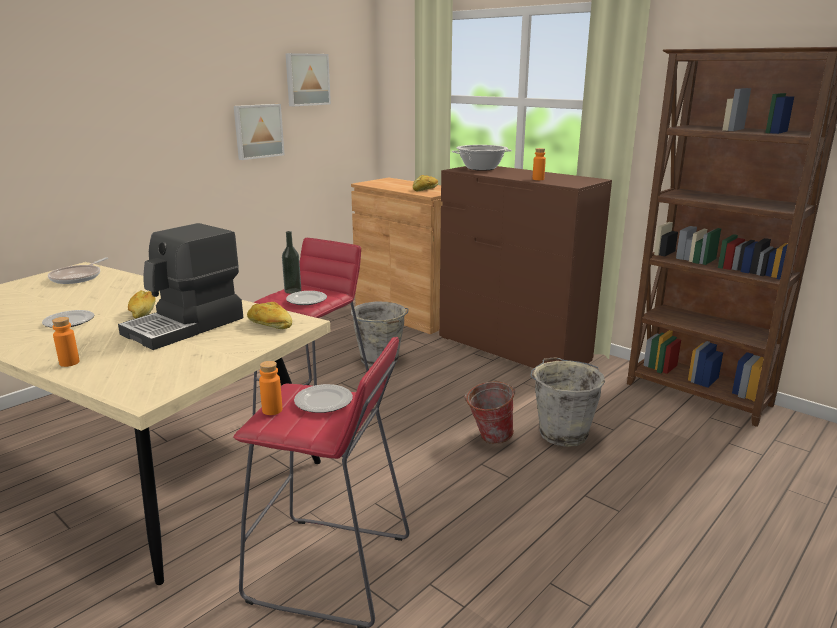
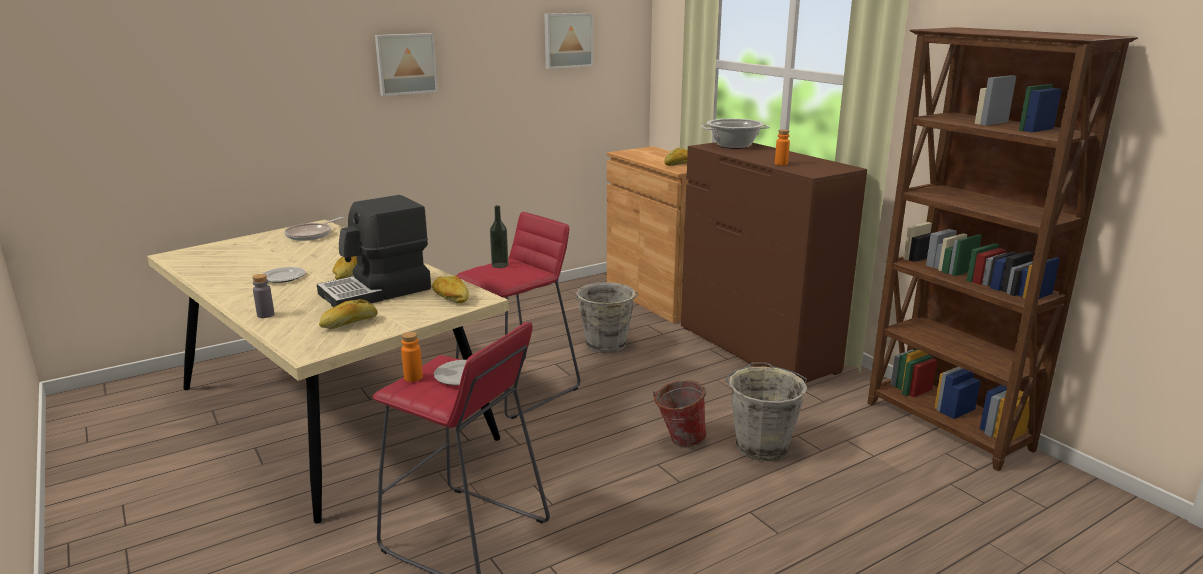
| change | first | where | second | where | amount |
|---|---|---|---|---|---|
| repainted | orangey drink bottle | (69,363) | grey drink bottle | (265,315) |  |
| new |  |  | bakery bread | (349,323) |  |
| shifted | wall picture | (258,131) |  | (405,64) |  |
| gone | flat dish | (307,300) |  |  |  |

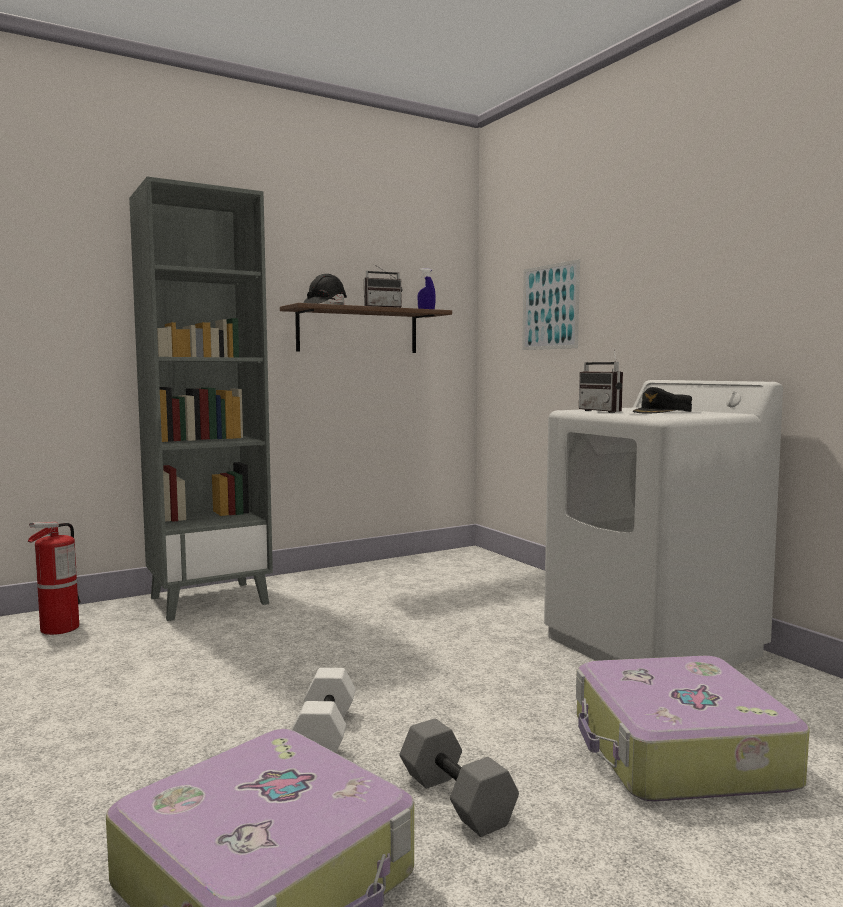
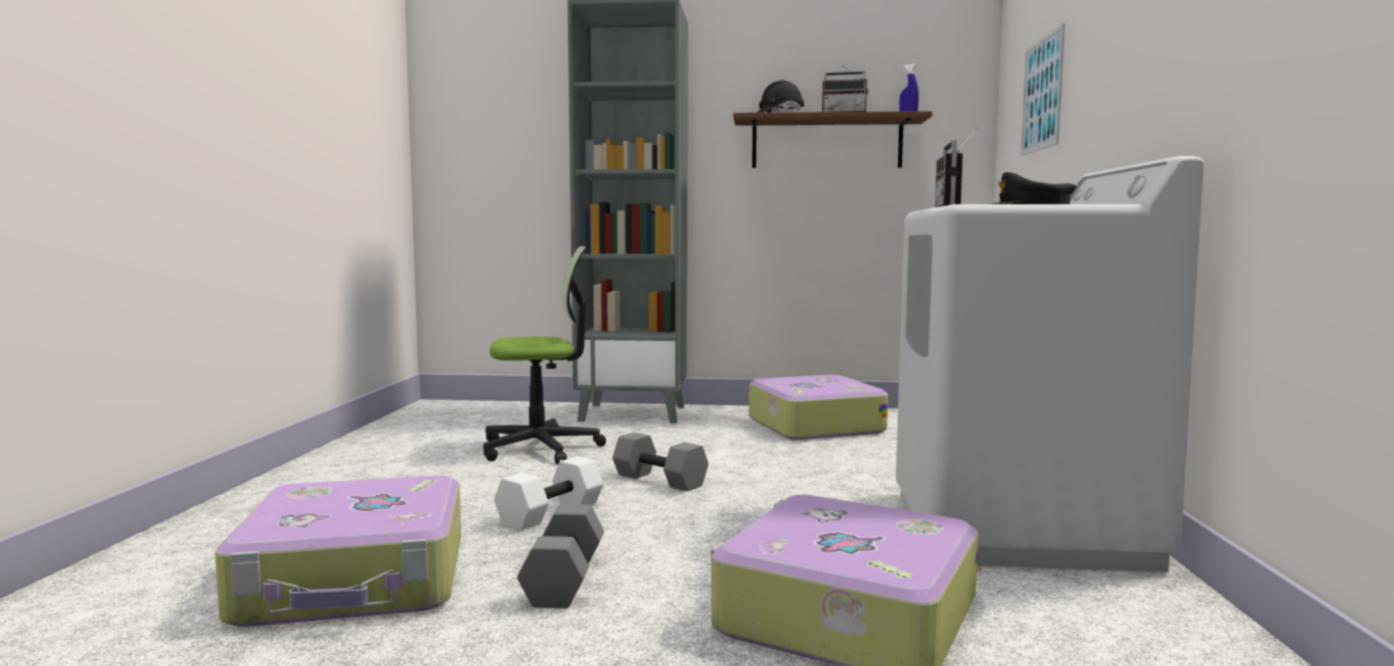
| change | first | where | second | where | amount |
|---|---|---|---|---|---|
| new |  |  | office chair | (541,448) |  |
| new |  |  | grey free weight | (661,480) |  |
| new |  |  | suitcase | (813,425) |  |
| gone | fire extinguisher | (59,628) |  |  |  |

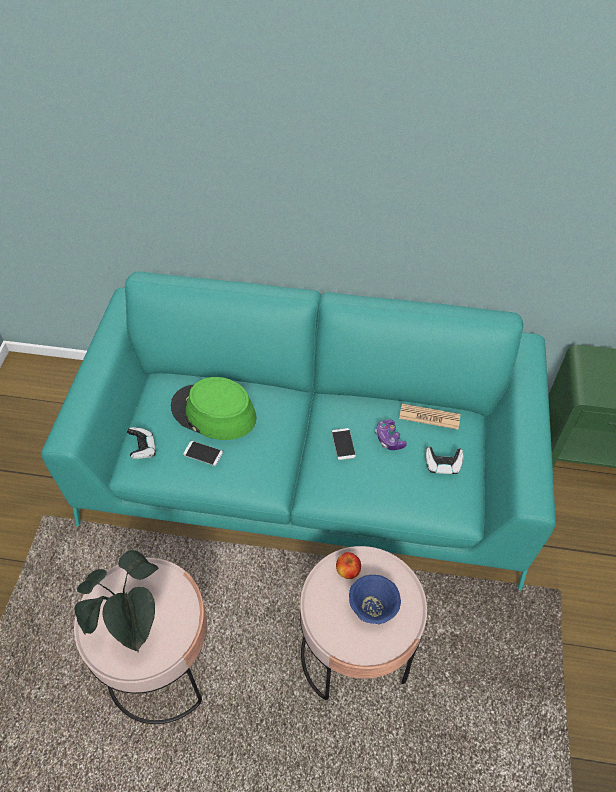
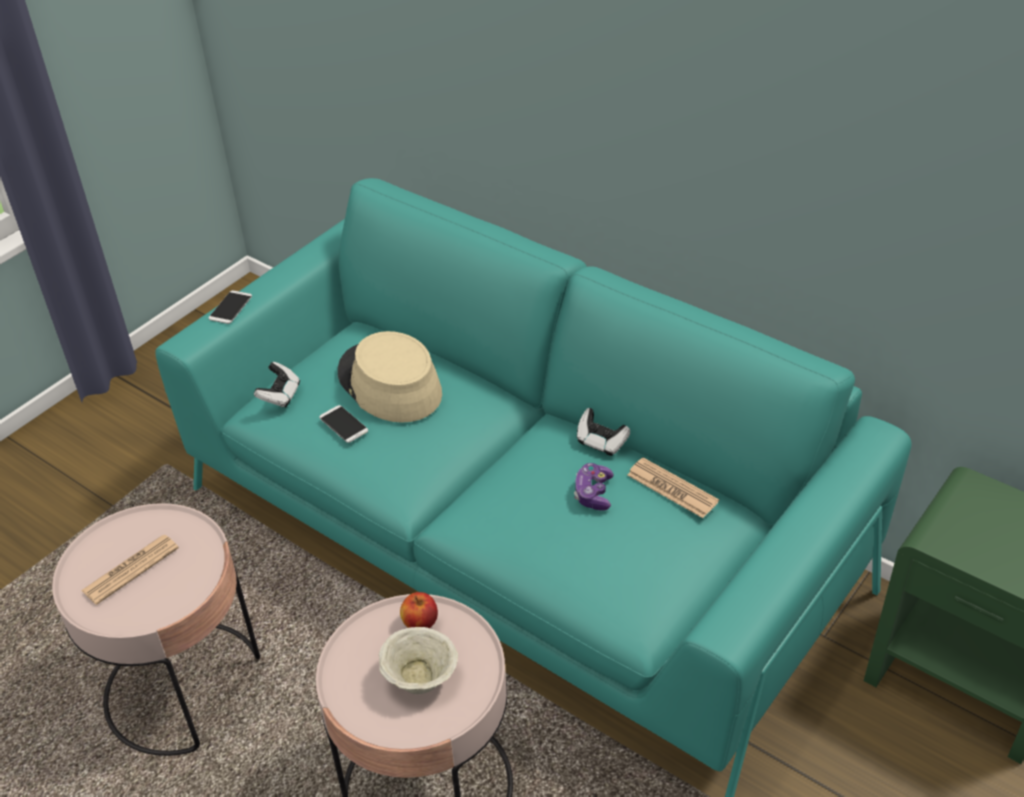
| change | first | where | second | where | amount |
|---|---|---|---|---|---|
| swapped | plant in a pot | (132,622) | newspaper | (131,569) |  |
| shifted | phone | (343,444) |  | (230,308) |  |
| repainted | green hat | (213,413) | beige hat | (389,384) |  |
| repainted | blue deep dish | (372,607) | beige deep dish | (419,678) |  |
| shifted | joypad | (442,465) |  | (602,442) |  |

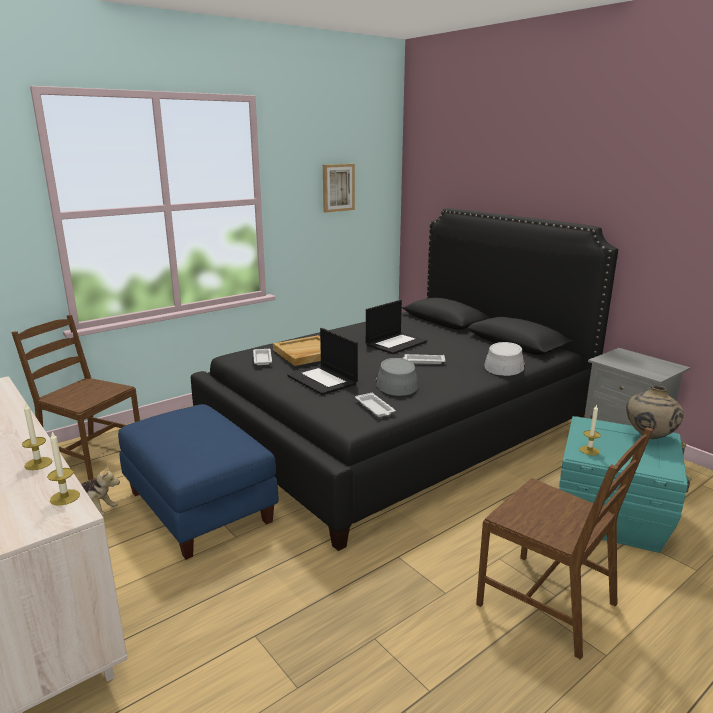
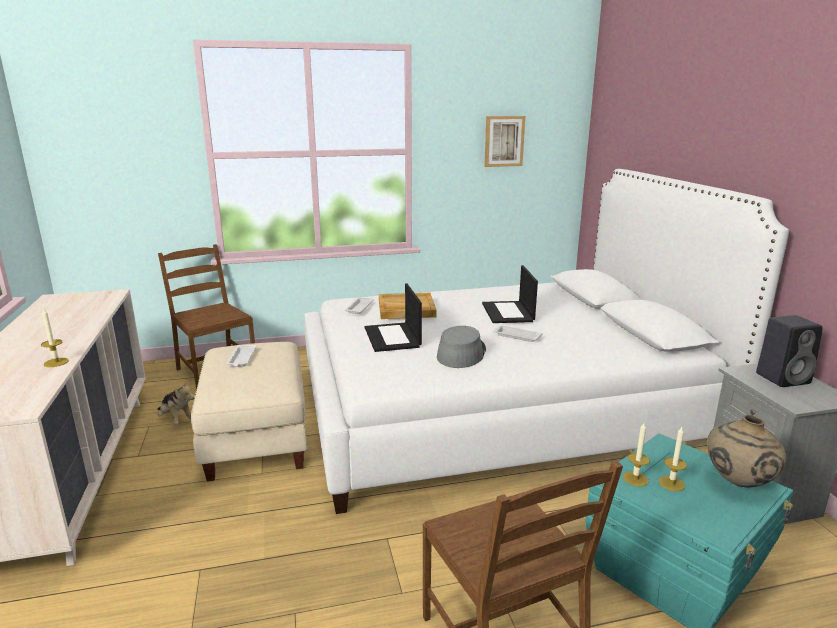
| change | first | where | second | where | amount |
|---|---|---|---|---|---|
| repainted | blue footrest | (201,507) | beige footrest | (258,437) |  |
| shifted | white tray | (375,408) |  | (242,359) |  |
| repainted | black-coloured sleeping bed | (397,430) | white sleeping bed | (497,407) |  |
| rotated | laptop | (396,343) |  | (508,312) | 105 degrees clockwise |
| shifted | wax light | (65,497) |  | (671,483) |  |
| new |  |  | black-coloured audio speaker | (783,378) |  |
| gone | grey hat | (504,365) |  |  |  |

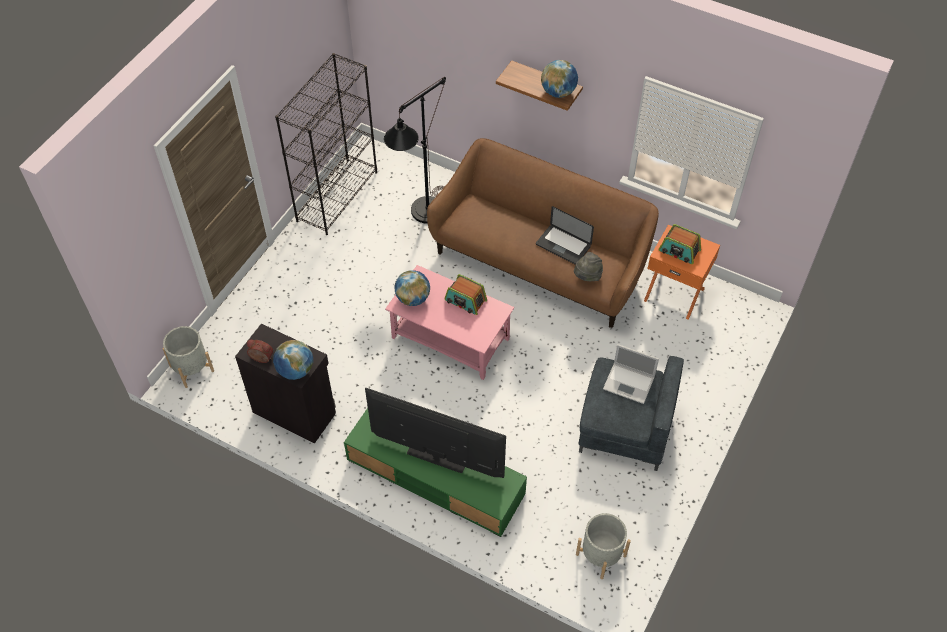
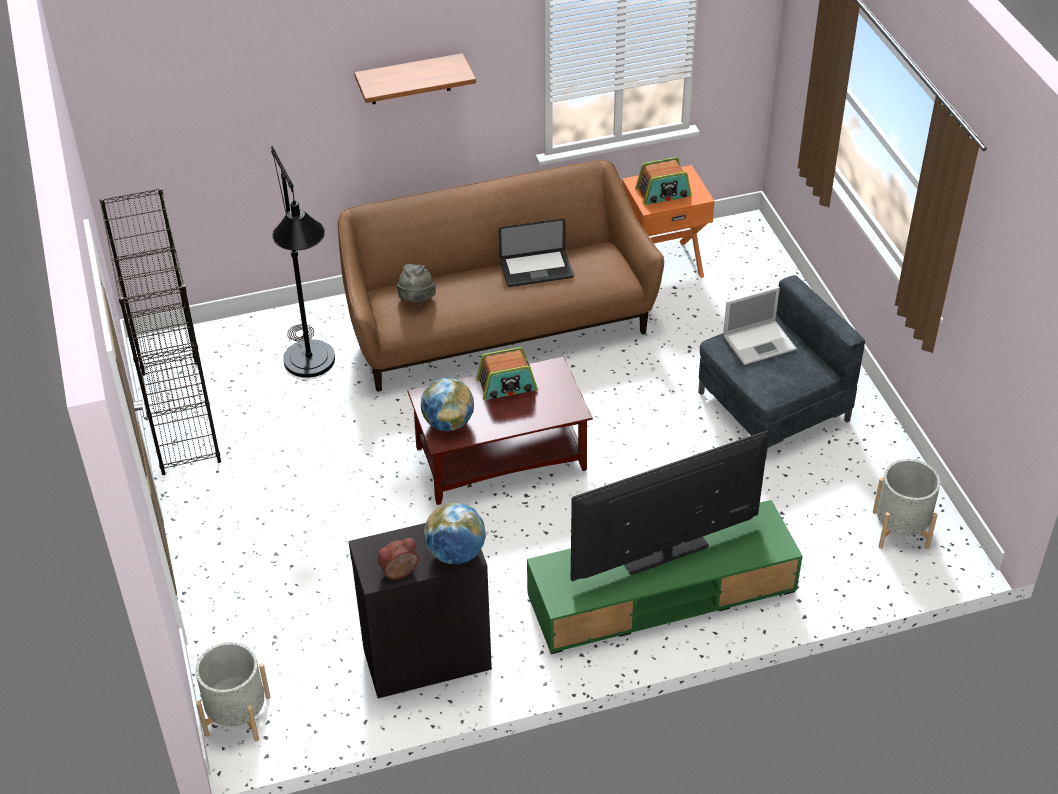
| change | first | where | second | where | amount |
|---|---|---|---|---|---|
| shifted | grey hat | (587,276) |  | (416,300) |  |
| repainted | pink lounge table | (451,338) | brown lounge table | (502,458) |  |
| gone | globe | (558,92) |  |  |  |

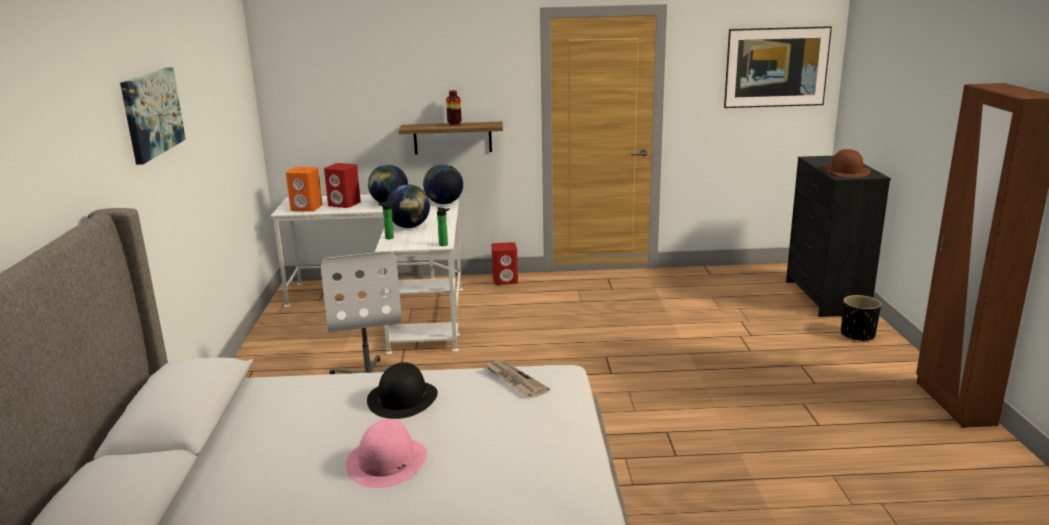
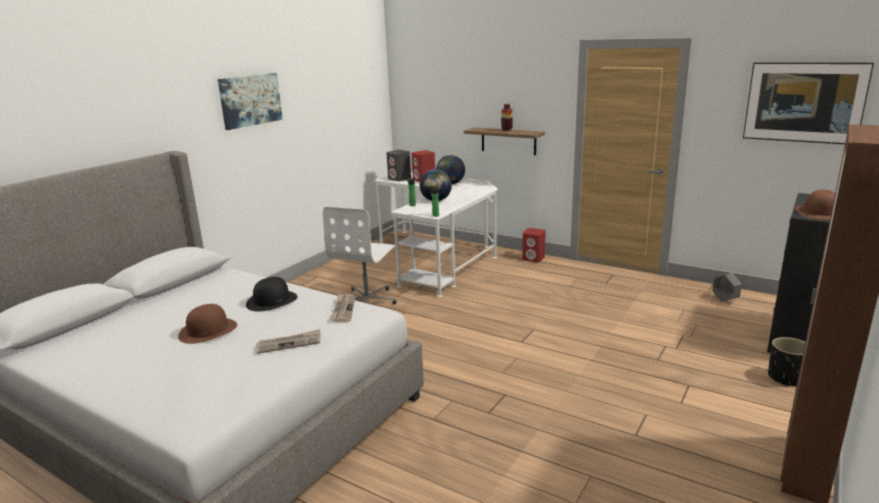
| change | first | where | second | where | amount |
|---|---|---|---|---|---|
| repainted | pink hat | (387,461) | brown hat | (208,330) |  |
| new |  |  | newspaper | (289,343) |  |
| repainted | orangey audio speaker | (307,208) | grey audio speaker | (399,179) |  |
| new |  |  | grey planter | (724,300) |  |
| gone | globe | (444,203) |  |  |  |

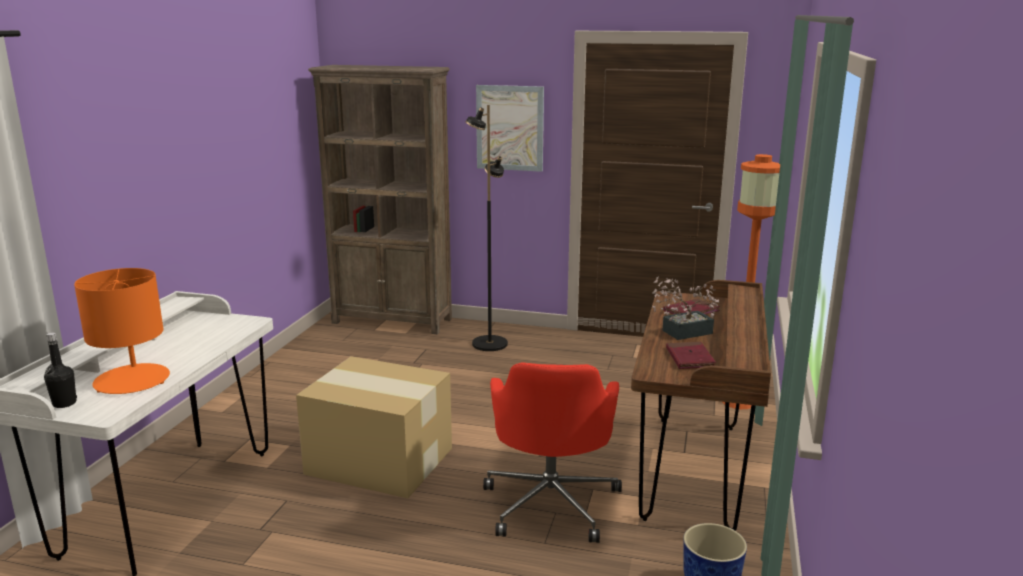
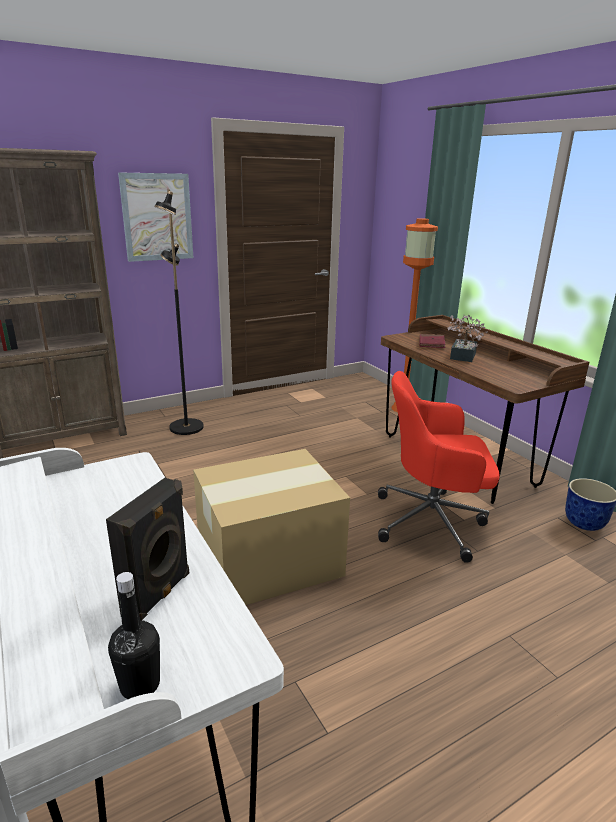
| change | first | where | second | where | amount |
|---|---|---|---|---|---|
| swapped | orangey table lamp | (132,380) | black-coloured audio speaker | (159,595) |  |
| rotated | reddish office chair | (551,502) |  | (432,521) | 135 degrees clockwise |
| gone | reddish volume | (690,358) |  |  |  |

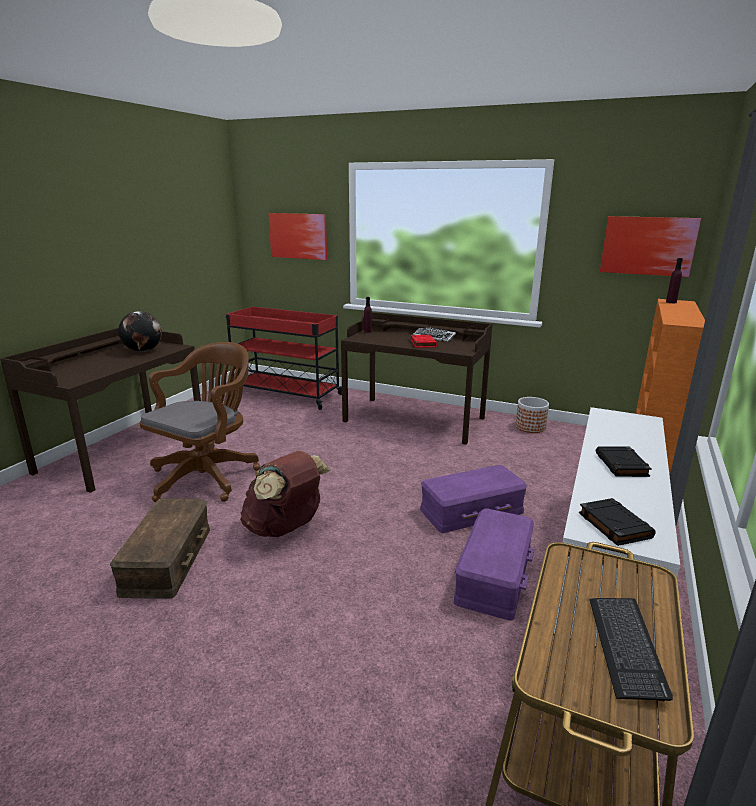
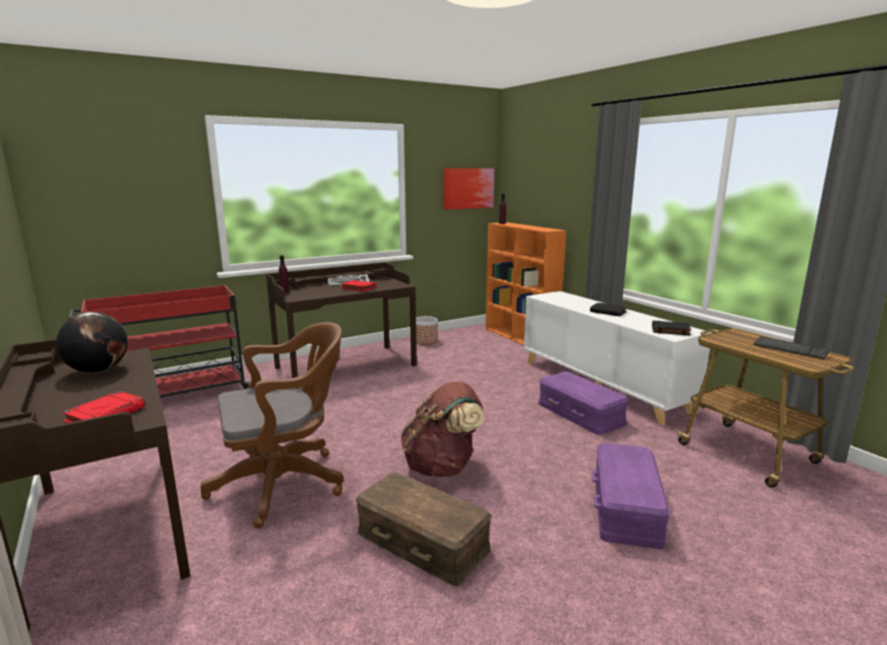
| change | first | where | second | where | amount |
|---|---|---|---|---|---|
| new |  |  | reddish volume | (106,414) |  |
| rotated | brown office chair | (208,476) |  | (285,483) | 90 degrees clockwise |
| shifted | purple storage container | (471,510) |  | (624,507) |  |
| gone | wall picture | (298,236) |  |  |  |

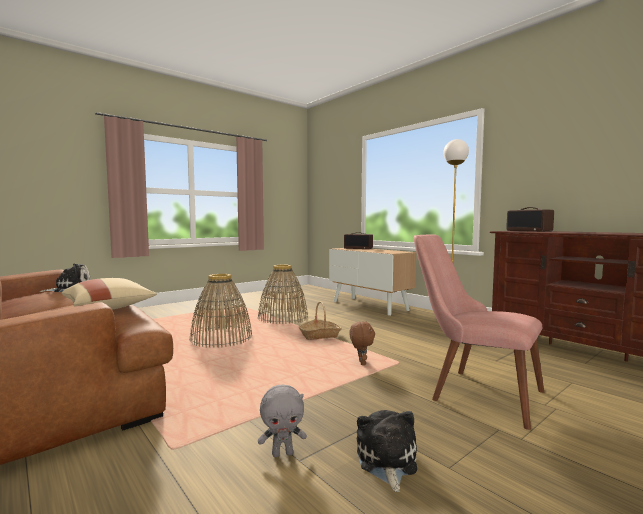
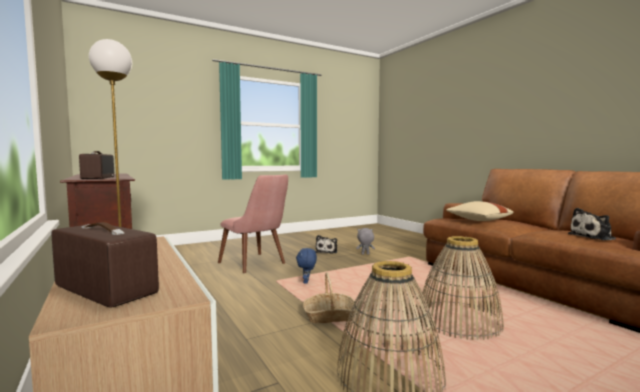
| change | first | where | second | where | amount |
|---|---|---|---|---|---|
| repainted | brown cuddly toy | (361,363) | blue cuddly toy | (307,282) |  |

